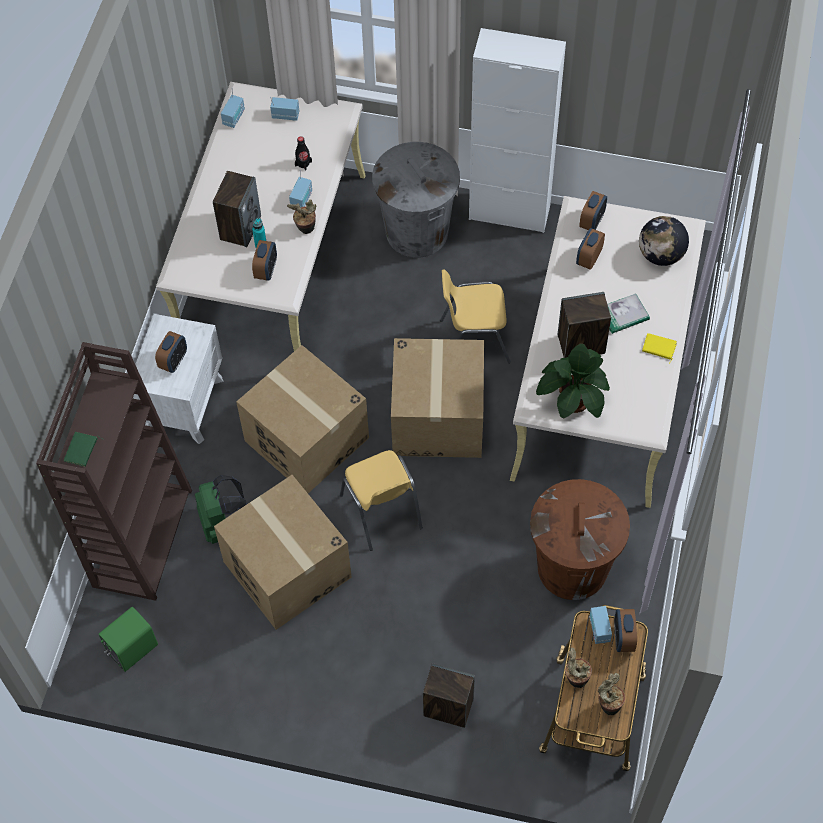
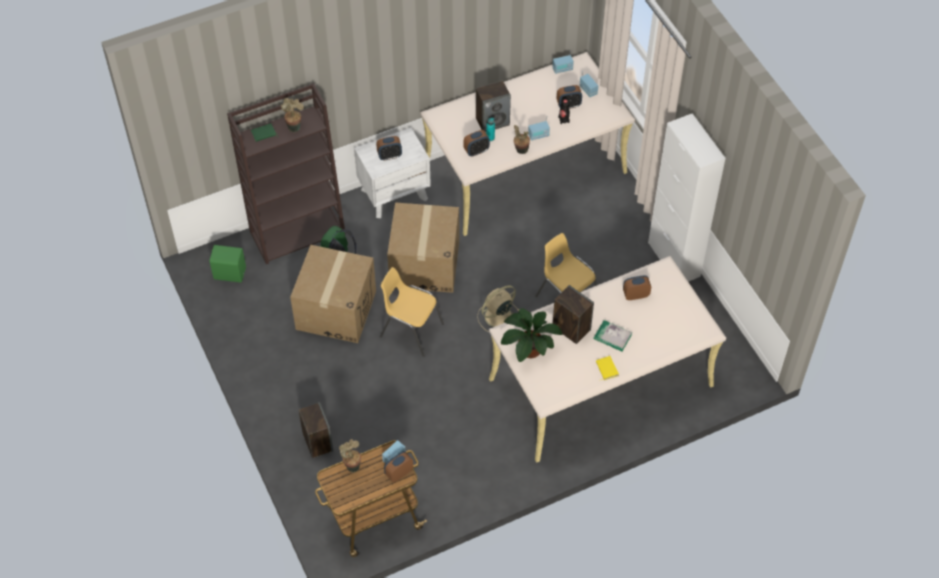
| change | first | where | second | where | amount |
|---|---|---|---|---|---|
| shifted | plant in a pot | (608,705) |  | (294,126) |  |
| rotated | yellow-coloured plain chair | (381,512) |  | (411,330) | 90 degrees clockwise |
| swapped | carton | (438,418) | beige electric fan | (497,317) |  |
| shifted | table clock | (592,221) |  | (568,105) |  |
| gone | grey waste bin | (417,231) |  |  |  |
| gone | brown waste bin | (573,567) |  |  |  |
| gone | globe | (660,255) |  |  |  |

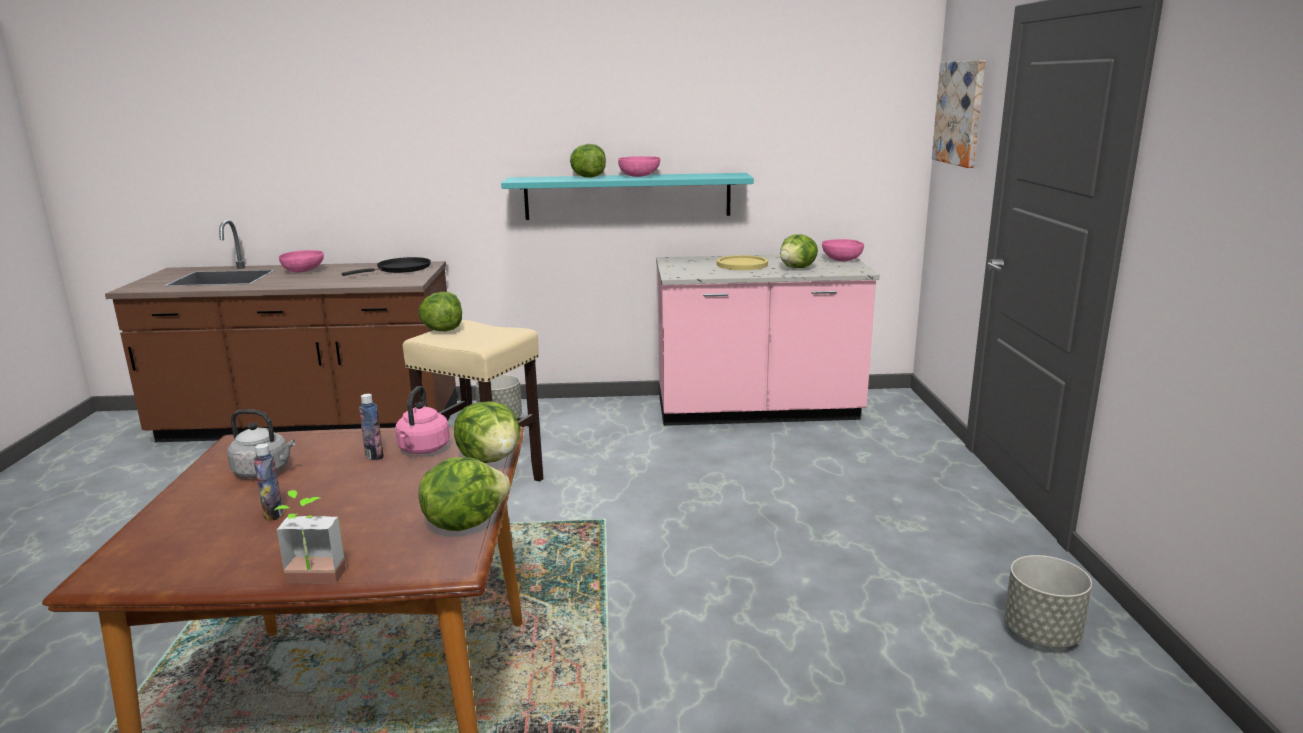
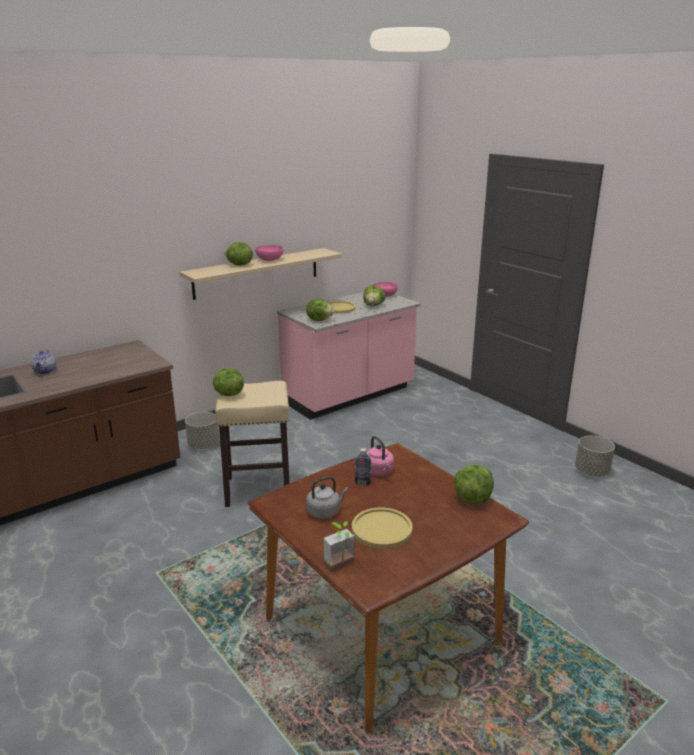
| change | first | where | second | where | amount |
|---|---|---|---|---|---|
| swapped | pink deep dish | (304,271) | tea pot | (45,371) |  |
| repainted | turquoise bracket shelf | (627,196) | beige bracket shelf | (257,273) |  |
| shifted | lettuce head | (491,459) |  | (319,320) |  |
| shifted | plant in a pot | (312,582) |  | (342,566) |  |
| swapped | drink bottle | (273,514) | yellow-coloured flat dish | (382,529) |  |
| gone | black-coloured frying pan | (400,269) |  |  |  |
| gone | wall picture | (960,113) |  |  |  |

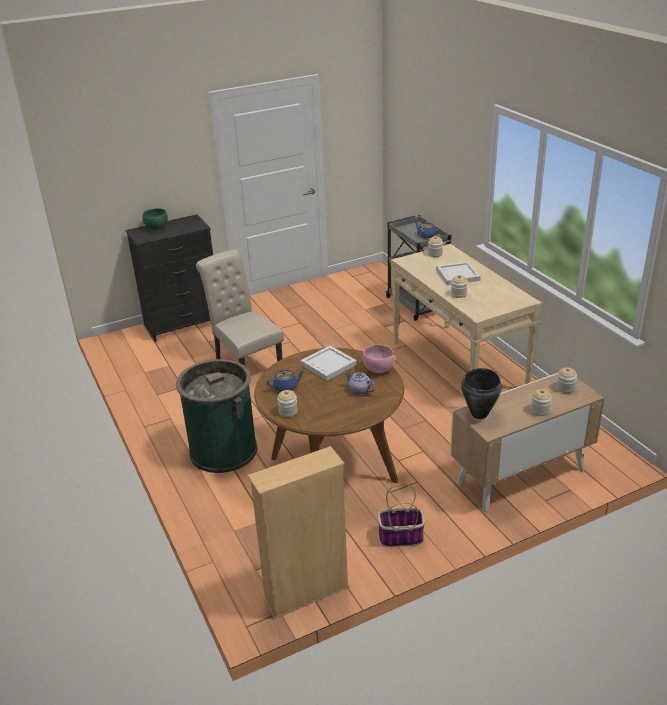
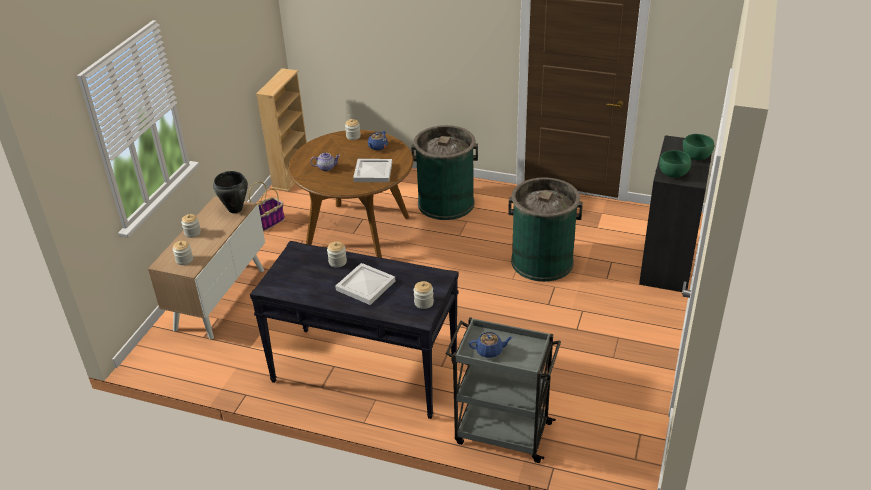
| change | first | where | second | where | amount |
|---|---|---|---|---|---|
| repainted | beige console table | (458,366) | black-coloured console table | (363,372) |  |
| swapped | beige plain chair | (246,365) | green waste bin | (542,261) |  |
| new |  |  | green deep dish | (673,174) |  |
| gone | pink deep dish | (378,369) |  |  |  |

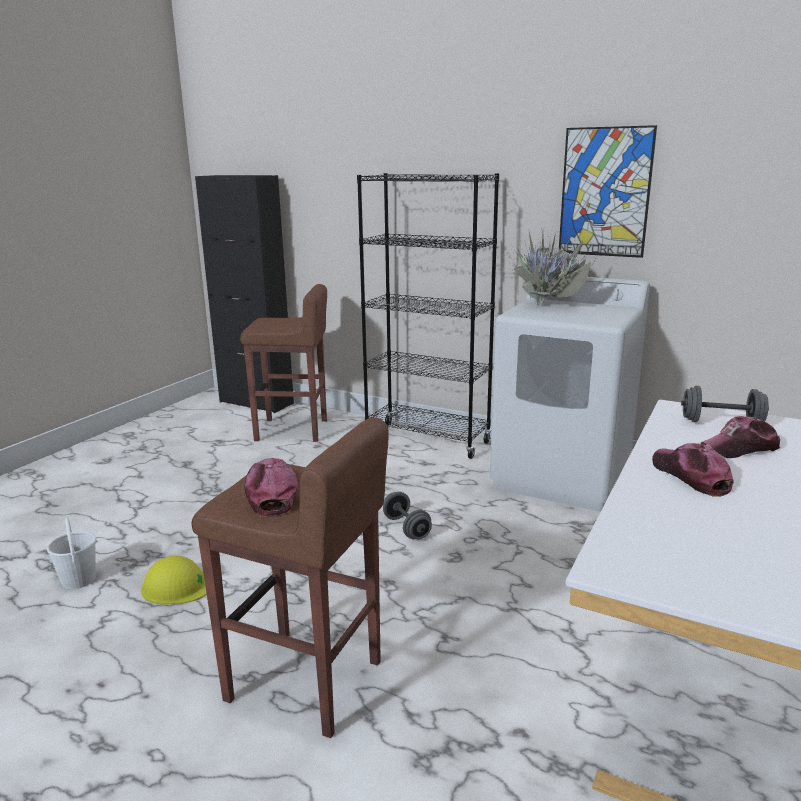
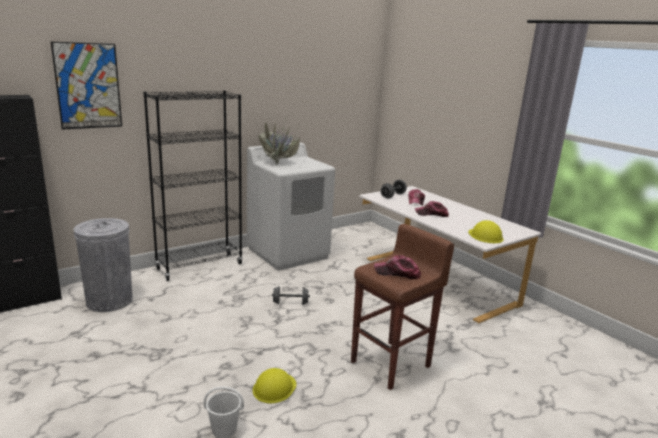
| change | first | where | second | where | amount |
|---|---|---|---|---|---|
| shifted | wall picture | (605,192) |  | (88,86) |  |
| swapped | brown sitting stool | (293,430) | grey waste bin | (109,301) |  |
| new |  |  | yellow-coloured safety helmet | (485,236) |  |

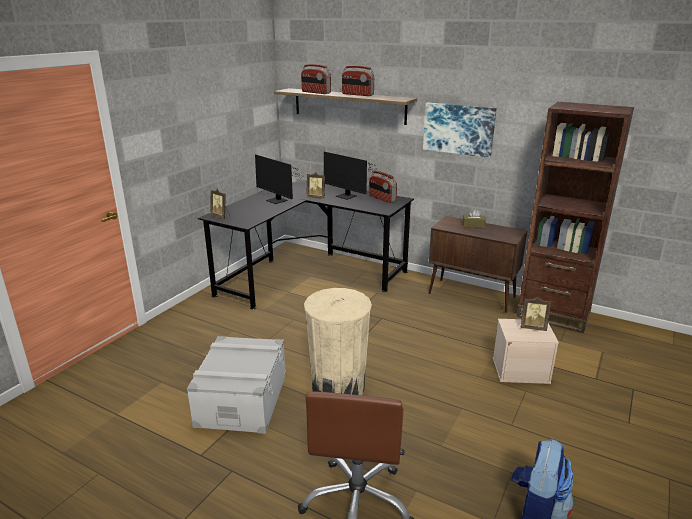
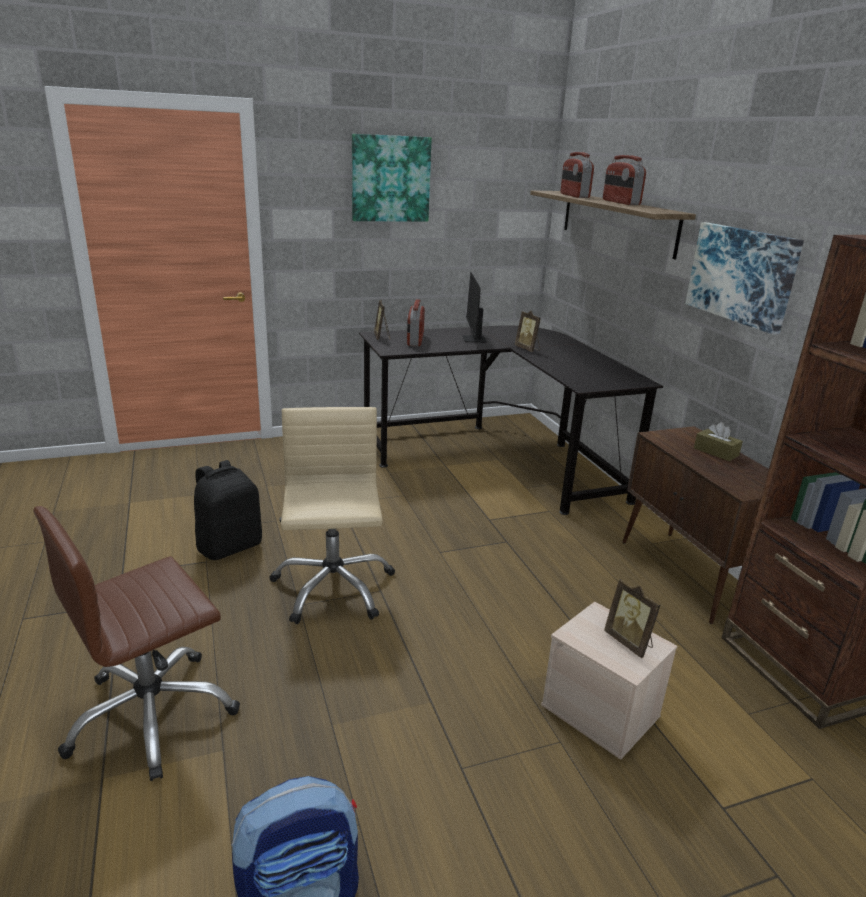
| change | first | where | second | where | amount |
|---|---|---|---|---|---|
| swapped | grey storage container | (242,400) | black-coloured knapsack | (230,546) |  |
| swapped | beige waste bin | (338,387) | beige office chair | (332,587) |  |
| new |  |  | wall picture | (390,179) |  |
| shifted | radio set | (382,198) |  | (415,340) |  |
| gone | computer screen | (347,197) |  |  |  |

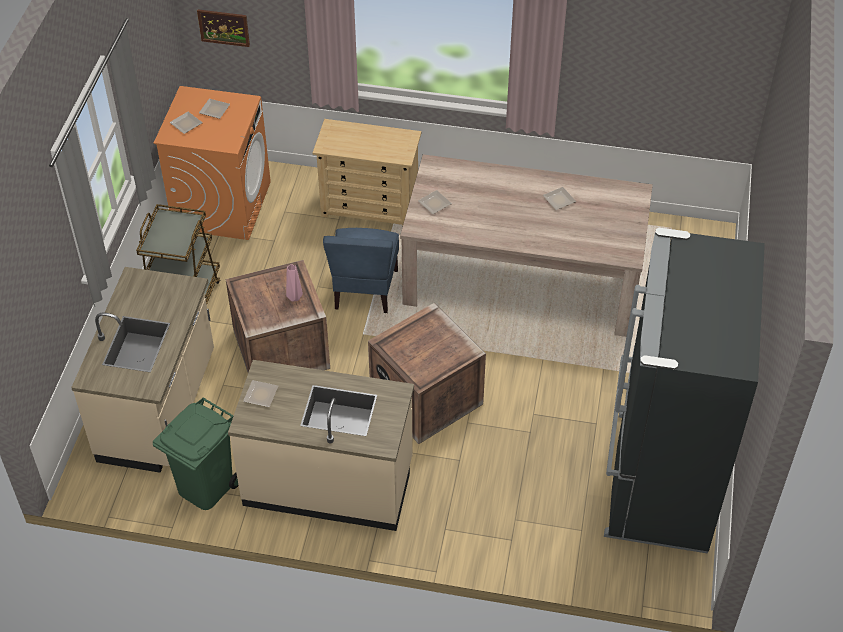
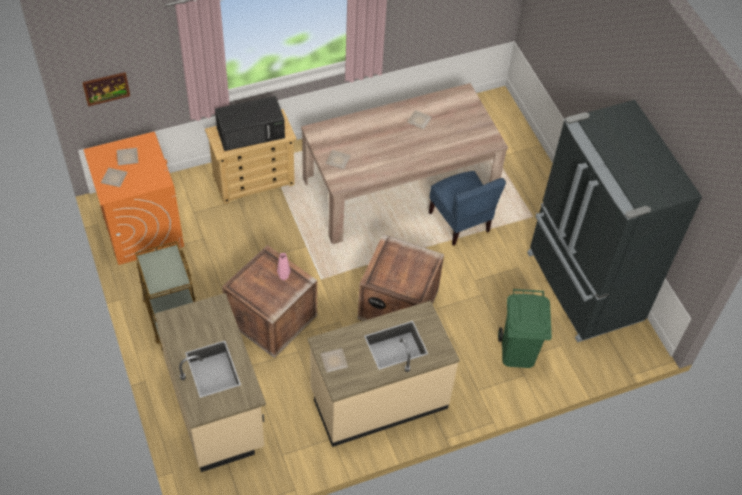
| change | first | where | second | where | amount |
|---|---|---|---|---|---|
| new |  |  | black-coloured kitchen microwave | (251,132) |  |
| shifted | blue plain chair | (364,289) |  | (460,222) |  |
| shifted | green waste bin | (205,486) |  | (517,352) |  |

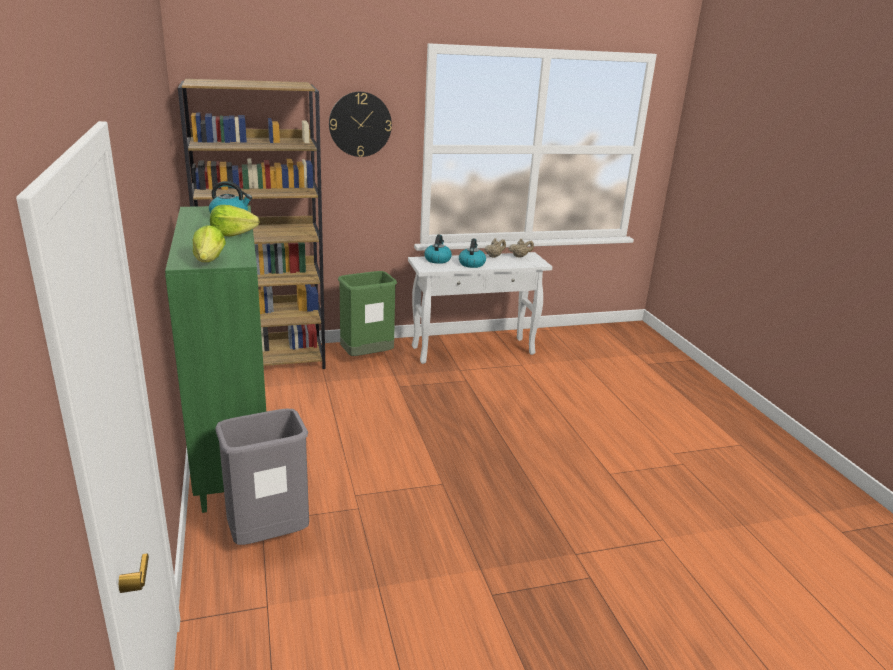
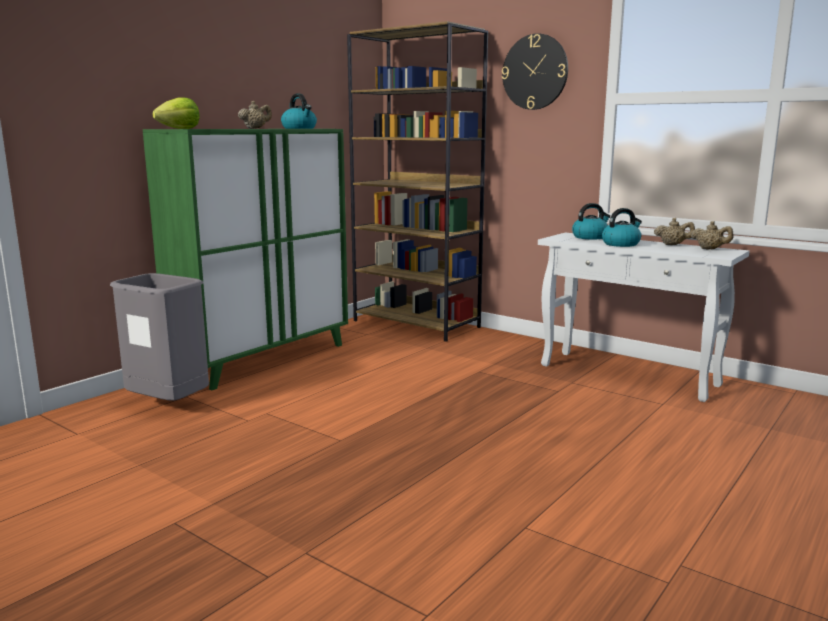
| change | first | where | second | where | amount |
|---|---|---|---|---|---|
| swapped | lettuce head | (232,234) | beige tea pot | (255,128) |  |
| gone | green waste bin | (367,357) |  |  |  |

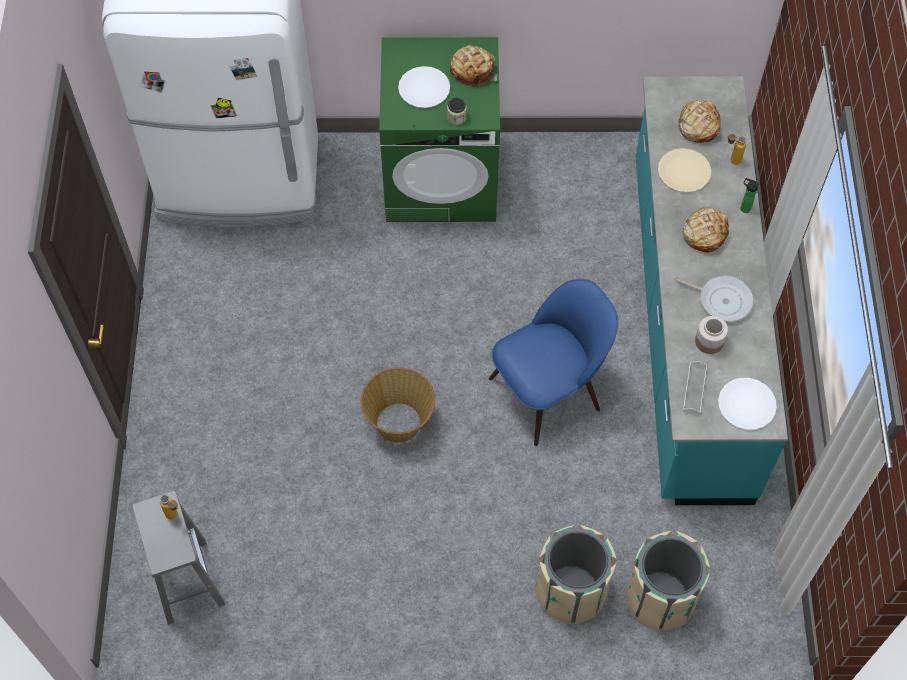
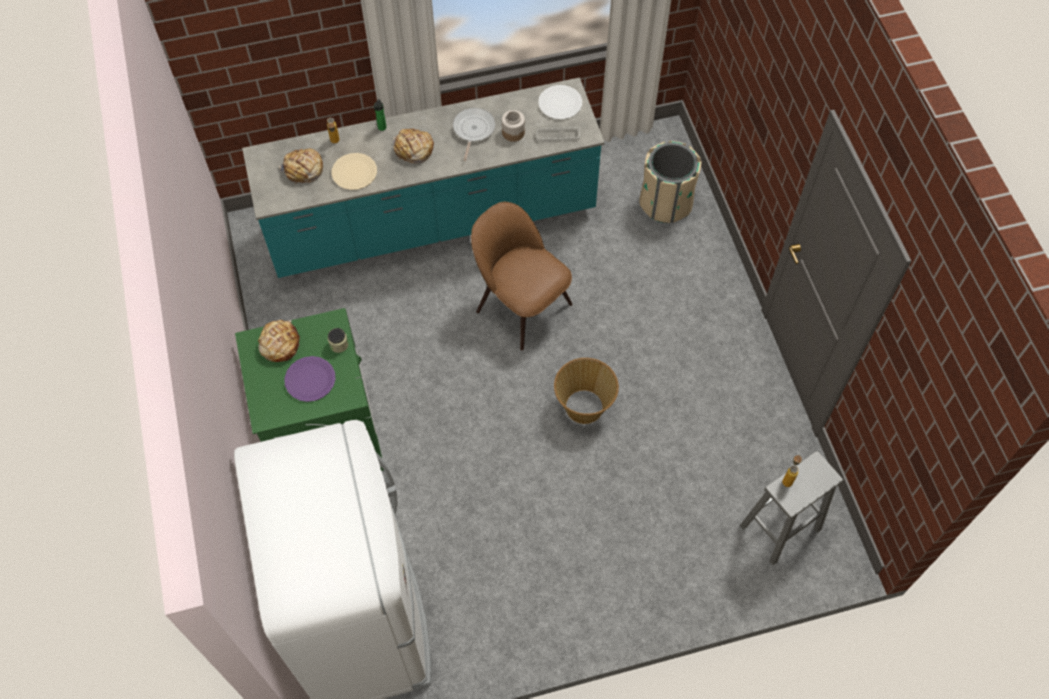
| change | first | where | second | where | amount |
|---|---|---|---|---|---|
| repainted | white flat dish | (424,88) | purple flat dish | (310,380) |  |
| repainted | blue plain chair | (548,391) | brown plain chair | (521,305) |  |
| gone | beige waste bin | (571,591) |  |  |  |

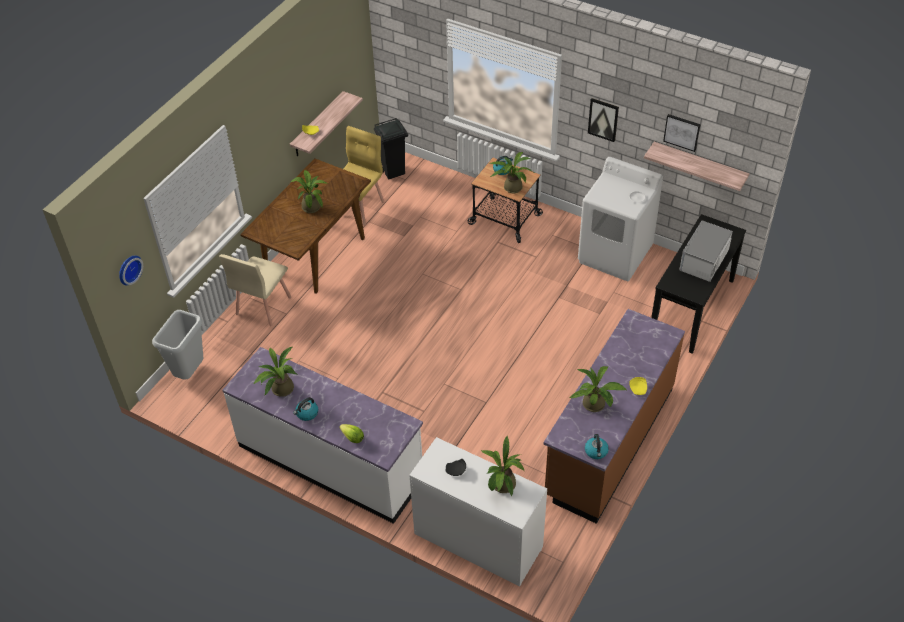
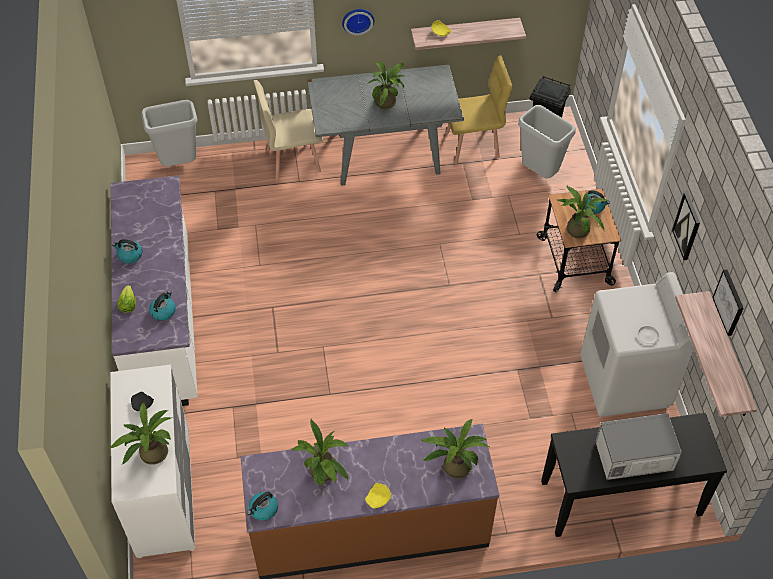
| change | first | where | second | where | amount |
|---|---|---|---|---|---|
| new |  |  | kettle | (163,311) |  |
| repainted | brown dinner table | (314,255) | grey dinner table | (384,154) |  |
| shifted | hanging clock | (128,269) |  | (357,20) |  |
| shifted | plant in a pot | (280,390) |  | (453,465) |  |
| new |  |  | grey waste bin | (540,173) |  |

